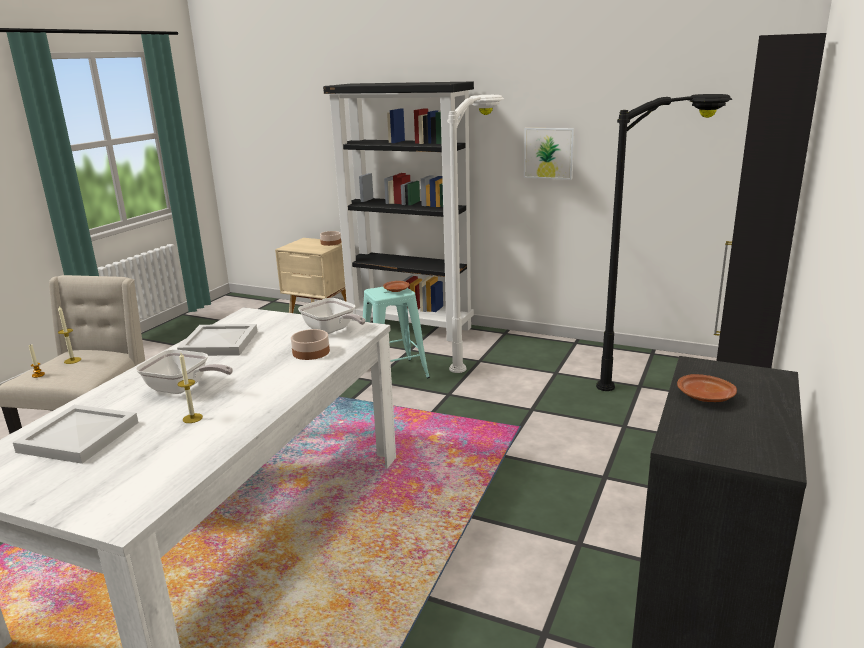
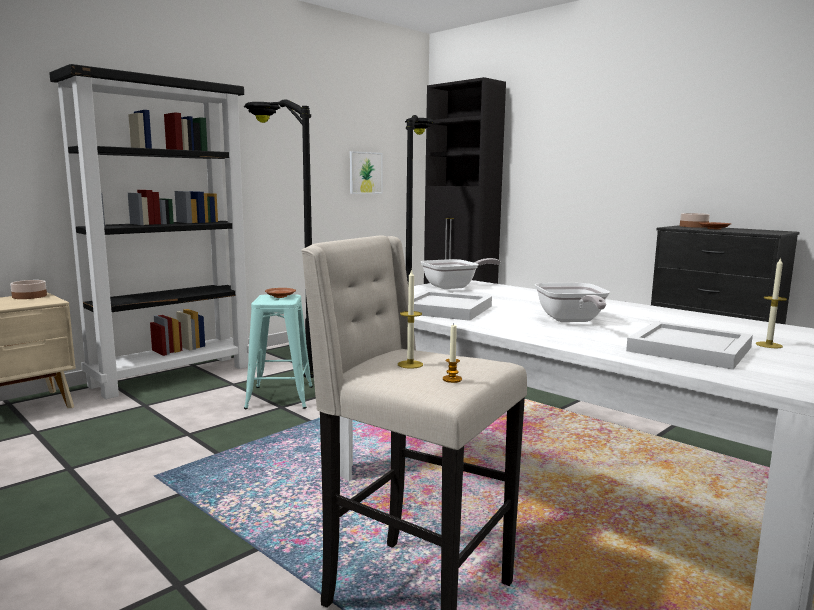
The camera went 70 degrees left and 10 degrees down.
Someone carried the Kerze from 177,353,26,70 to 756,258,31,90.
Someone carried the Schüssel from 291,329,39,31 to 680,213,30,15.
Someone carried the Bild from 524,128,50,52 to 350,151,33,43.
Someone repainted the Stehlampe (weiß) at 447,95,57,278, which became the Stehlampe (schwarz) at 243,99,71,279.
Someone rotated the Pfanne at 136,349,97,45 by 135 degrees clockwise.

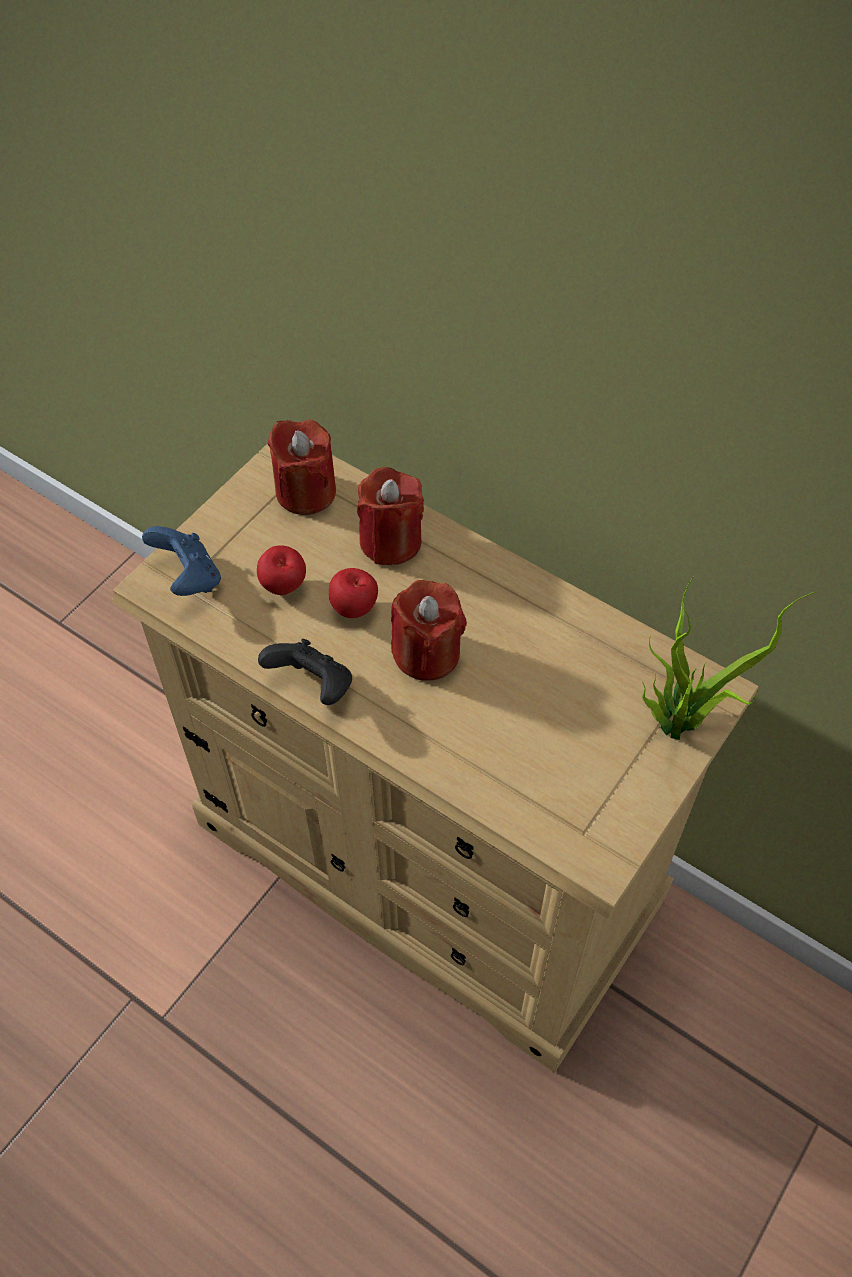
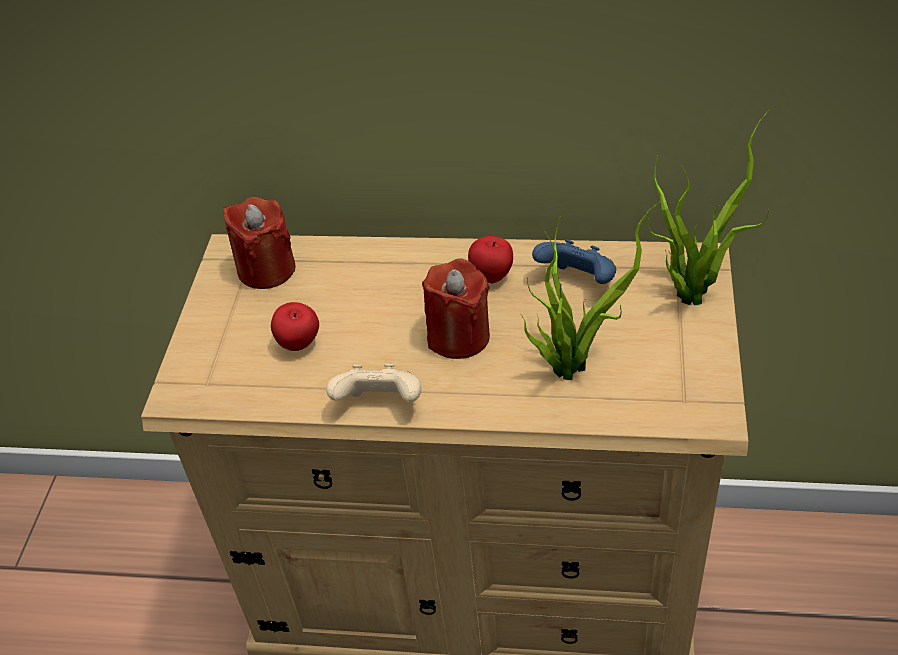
The camera went 25 degrees left and 10 degrees down.
Someone took away the Kerze (rot) at 357,467,67,98.
Someone put down the Topfpflanze at 521,201,140,179.
Someone carried the Gamepad (blau) from 142,526,79,70 to 532,239,84,45.
Someone carried the Apfel from 329,568,49,50 to 468,236,45,47.
Someone repainted the Gamepad (schwarz) at 258,639,94,66, which became the Gamepad (beige) at 326,364,95,38.

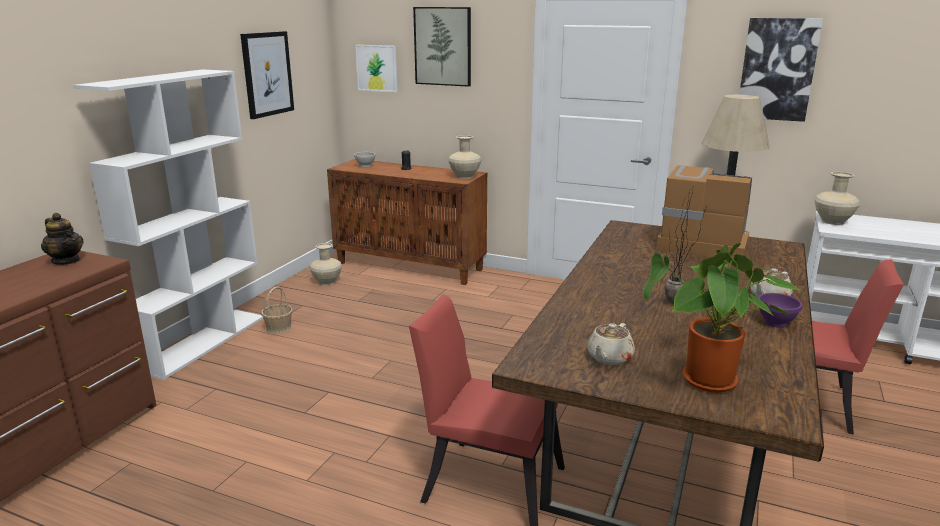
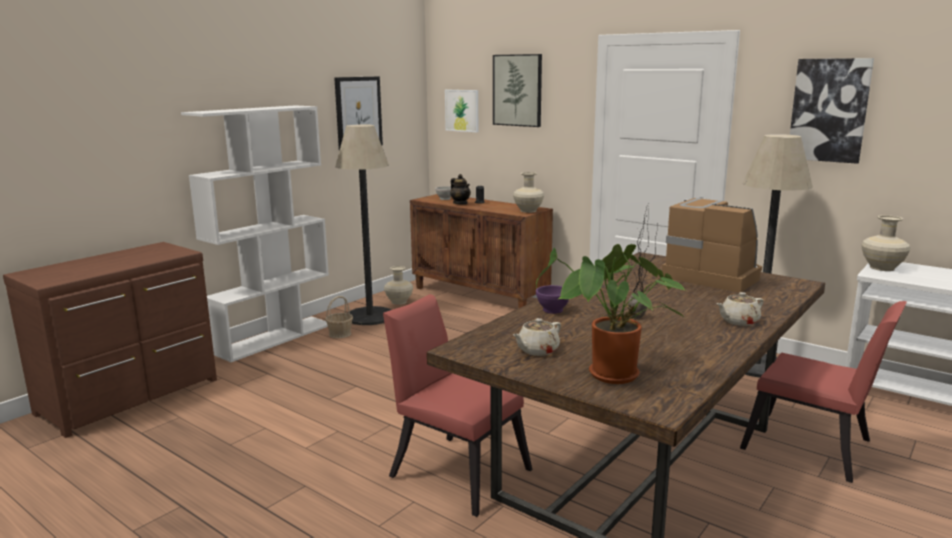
The camera went 15 degrees right and 5 degrees down.
Someone put down the Stehlampe at 335,124,56,201.
Someone carried the Teekanne from 41,213,43,52 to 450,174,21,31.
Someone carried the Schüssel (lila) from 758,293,44,35 to 536,285,33,29.

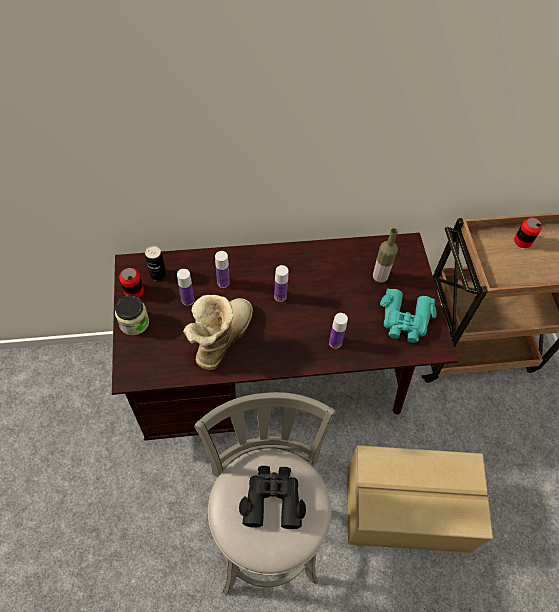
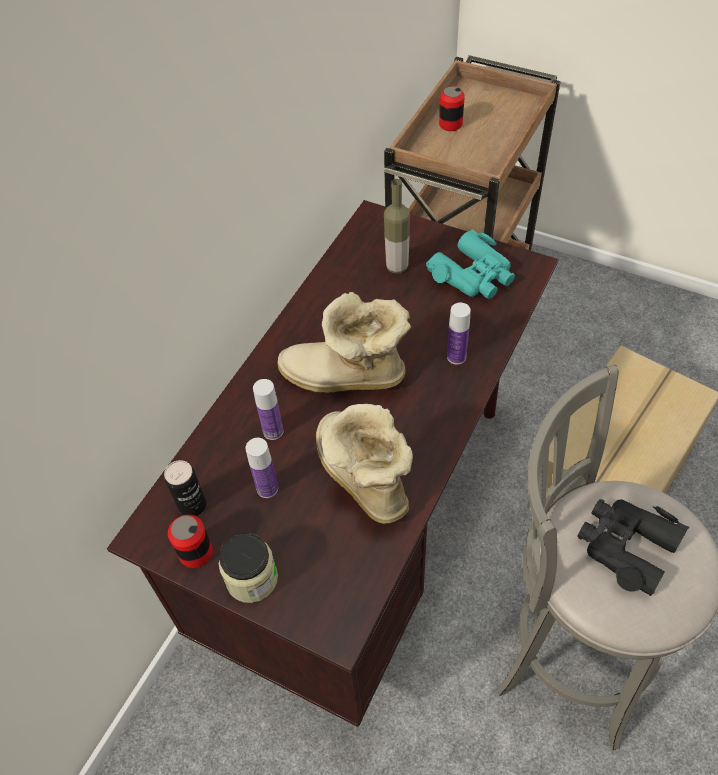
The camera went 50 degrees left and 5 degrees down.
Someone swapped the Flasche at 274,265,14,37 for the Stiefel at 278,292,133,101.

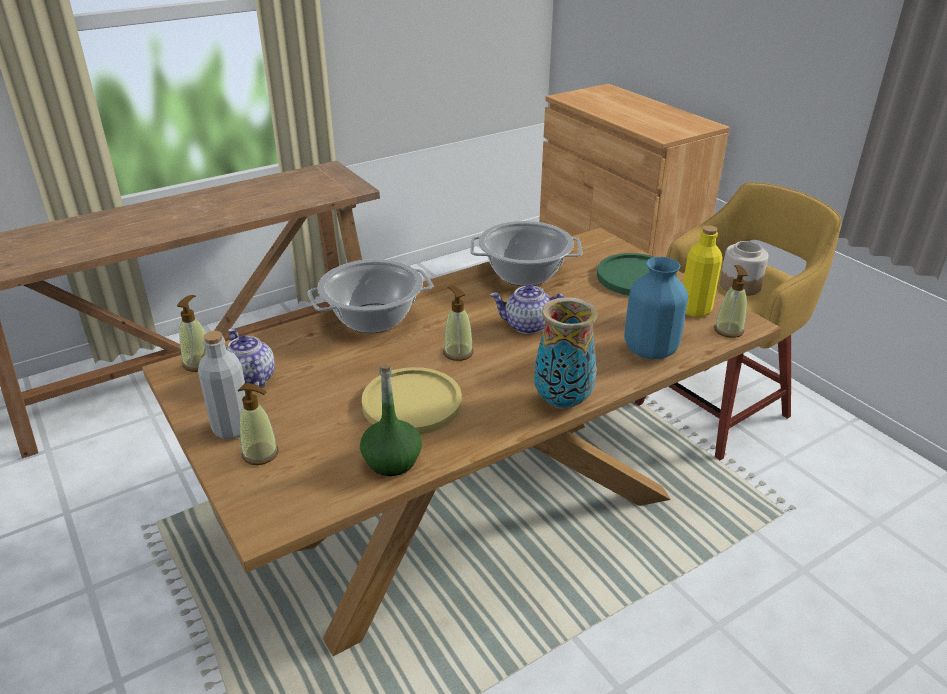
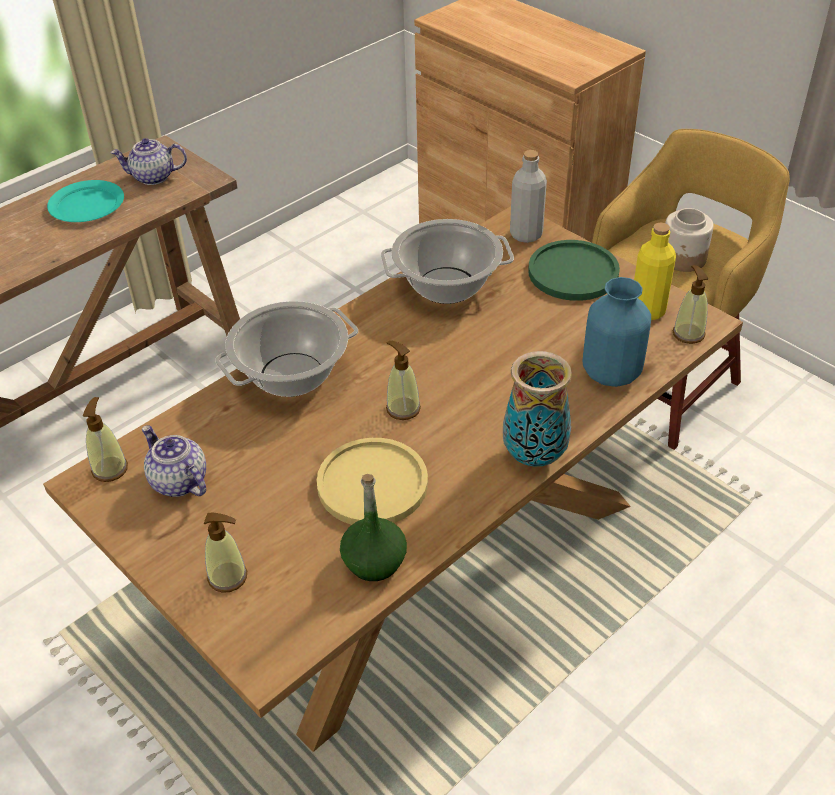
The camera went 10 degrees left and 10 degrees up.
Someone put down the Teller (türkis) at 47,180,77,42.
Someone carried the Flasche (grau) from 198,331,47,108 to 510,150,37,93.
Someone carried the Teekanne from 490,284,75,50 to 110,138,77,47.

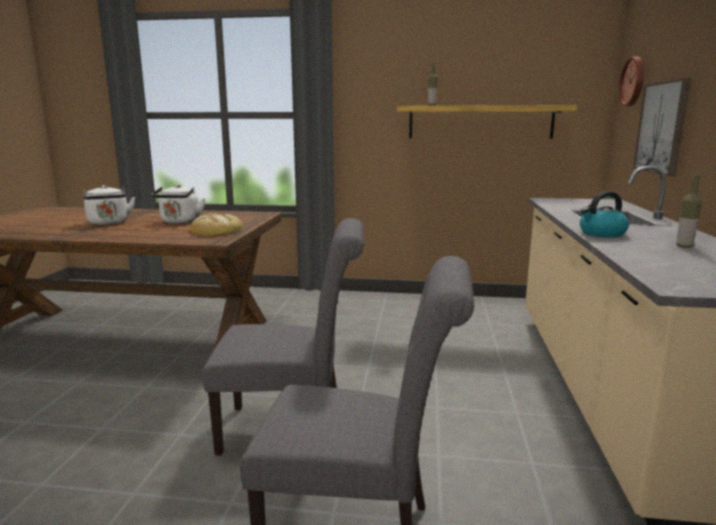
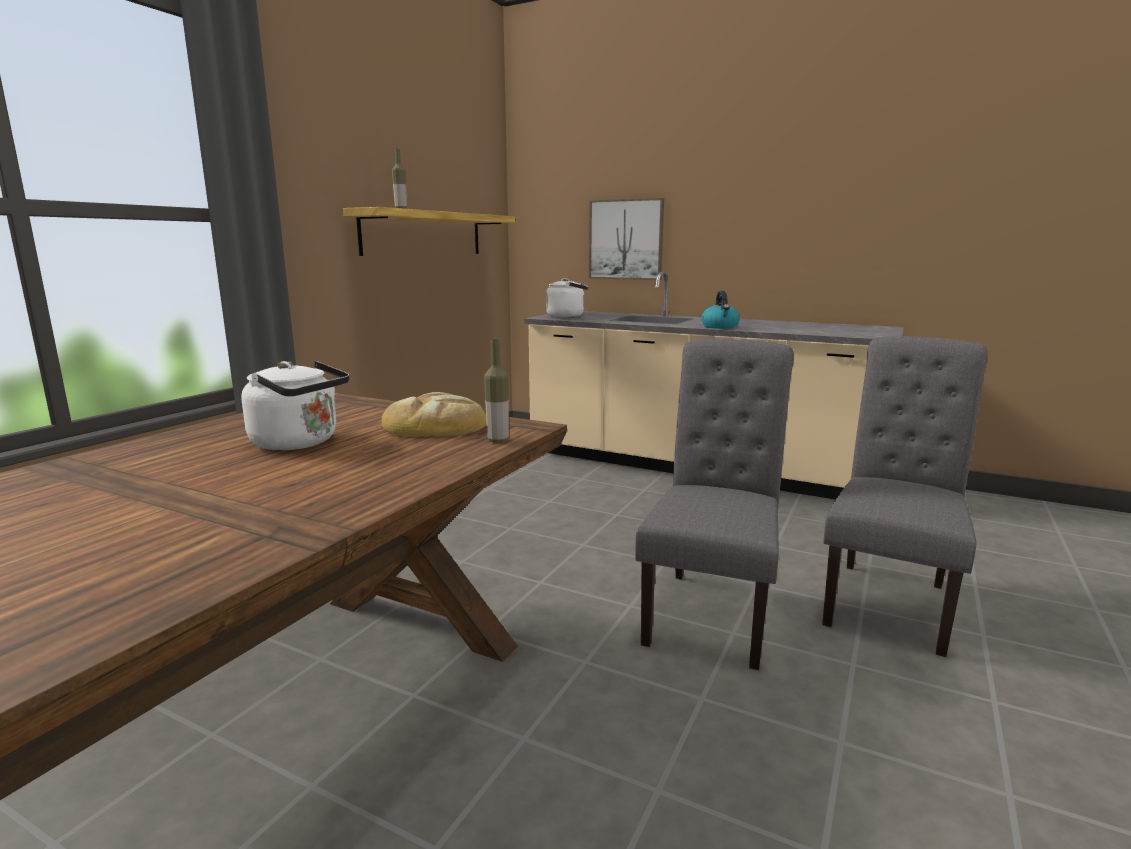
The camera went 70 degrees left and 0 degrees up.
Someone took away the Wanduhr at 619,57,25,49.
Someone carried the Wasserkessel (weiß) from 83,185,52,40 to 546,278,42,40.
Someone carried the Flasche from 676,175,26,73 to 484,339,25,104.

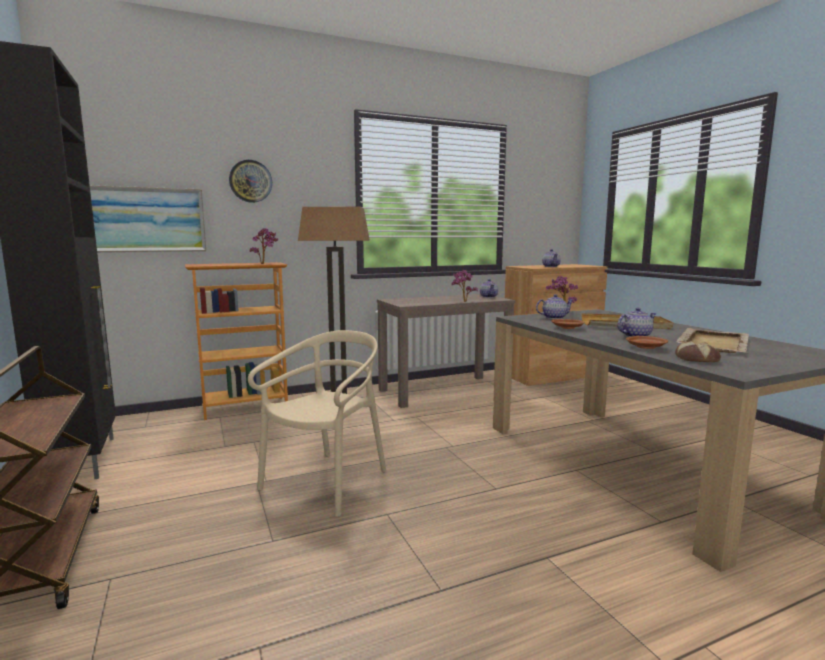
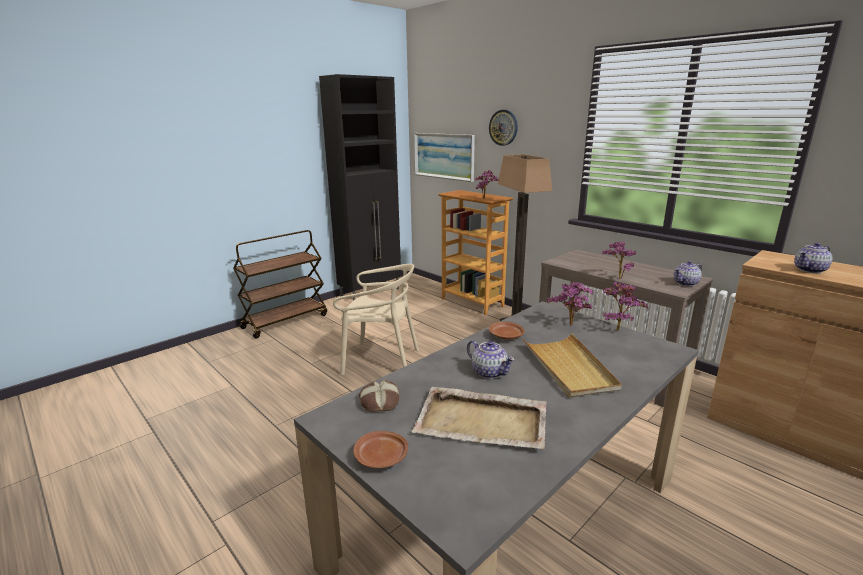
The camera went 70 degrees right and 10 degrees up.
Someone carried the Teller (braun) from 626,336,42,13 to 353,431,55,37.
Someone swapped the Teekanne at 536,294,37,25 for the Topfpflanze at 547,282,46,44.

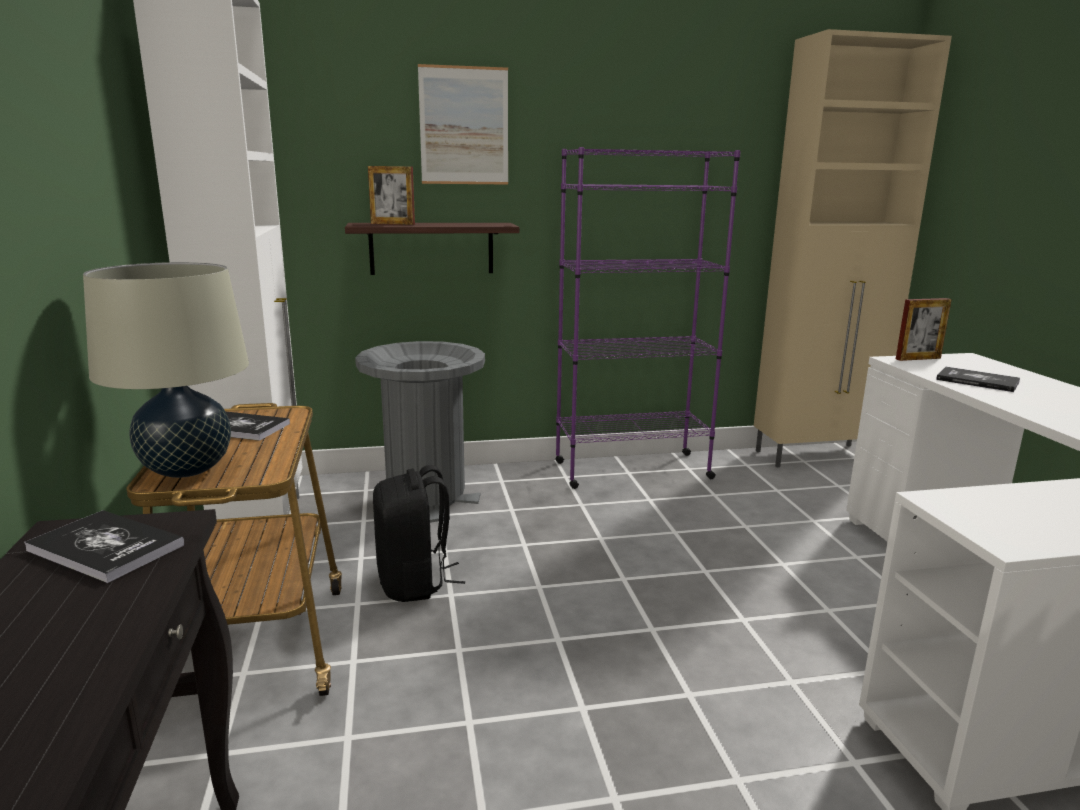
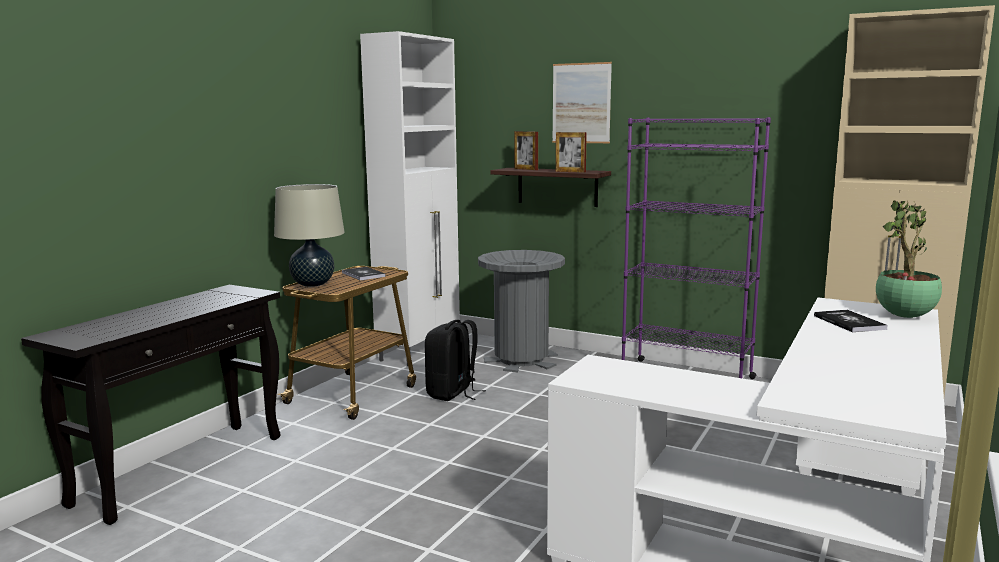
The camera went 40 degrees right and 5 degrees down.
Someone took away the Buch at 24,510,160,73.
Someone put down the Topfpflanze at 876,200,66,118.
Someone carried the Bilderrahmen from 896,298,56,63 to 556,132,31,41.

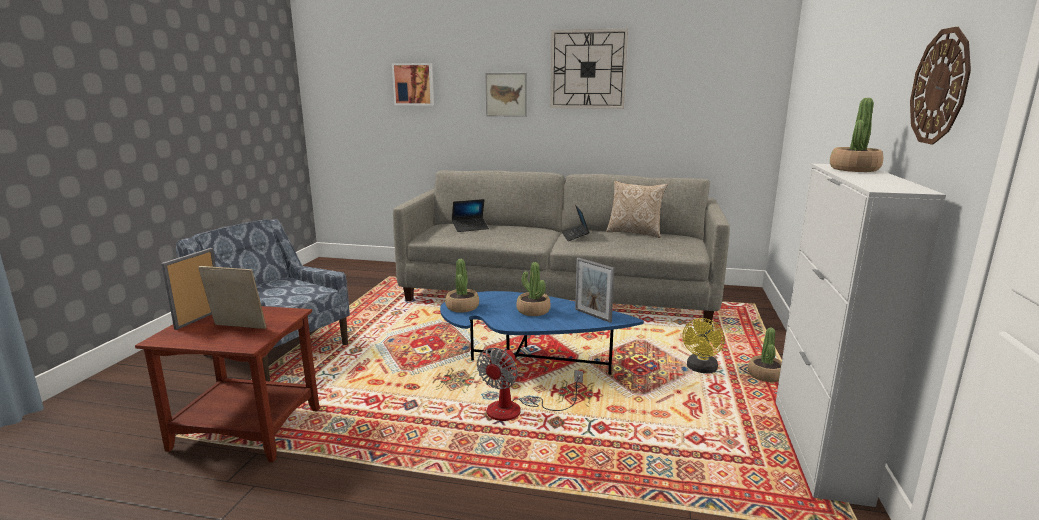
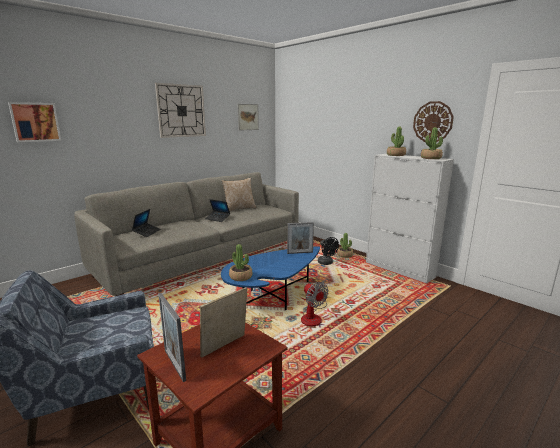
The camera went 55 degrees left and 0 degrees up.
Someone carried the Bild from 485,73,42,44 to 238,104,21,27.
Someone carried the Topfpflanze from 516,262,35,54 to 421,127,22,32.
Someone repainted the Ventilator (gelb) at 682,318,43,56, which became the Ventilator (schwarz) at 318,237,21,28.

